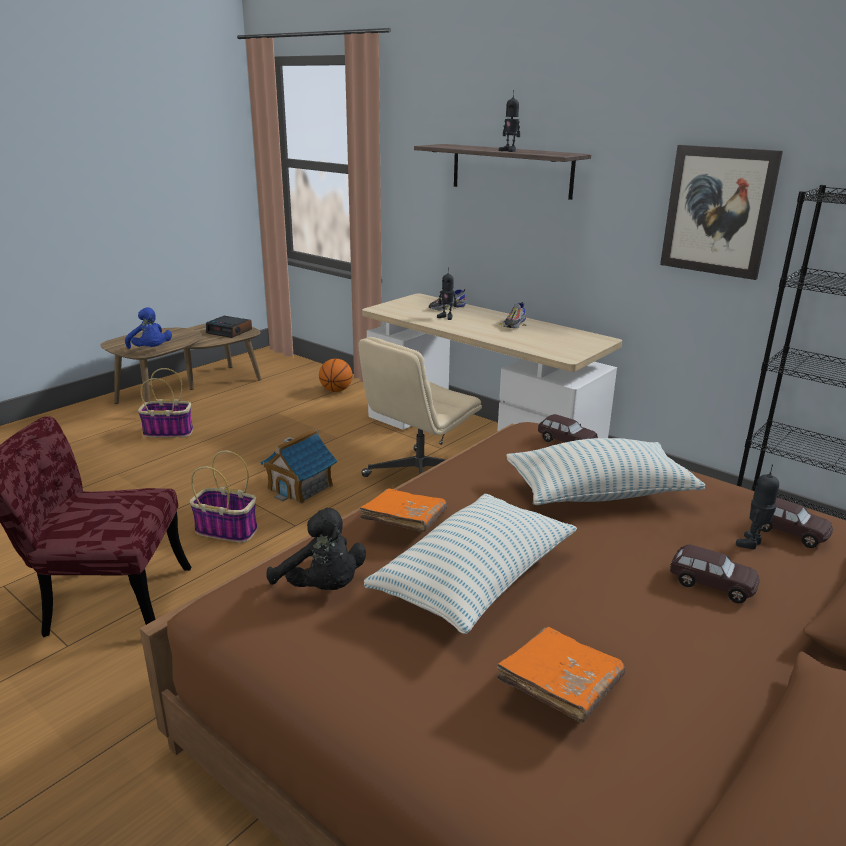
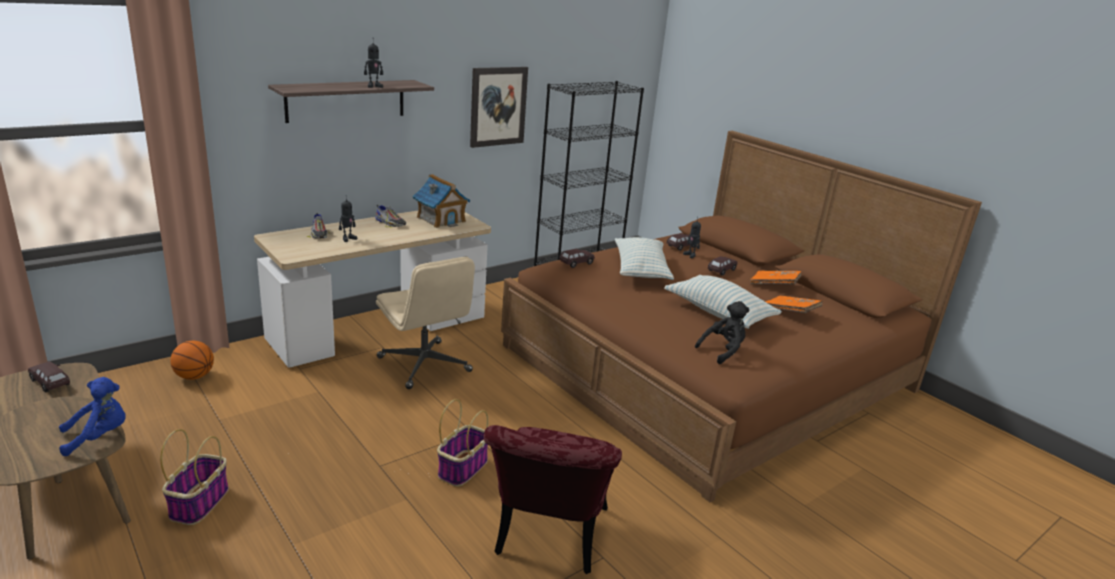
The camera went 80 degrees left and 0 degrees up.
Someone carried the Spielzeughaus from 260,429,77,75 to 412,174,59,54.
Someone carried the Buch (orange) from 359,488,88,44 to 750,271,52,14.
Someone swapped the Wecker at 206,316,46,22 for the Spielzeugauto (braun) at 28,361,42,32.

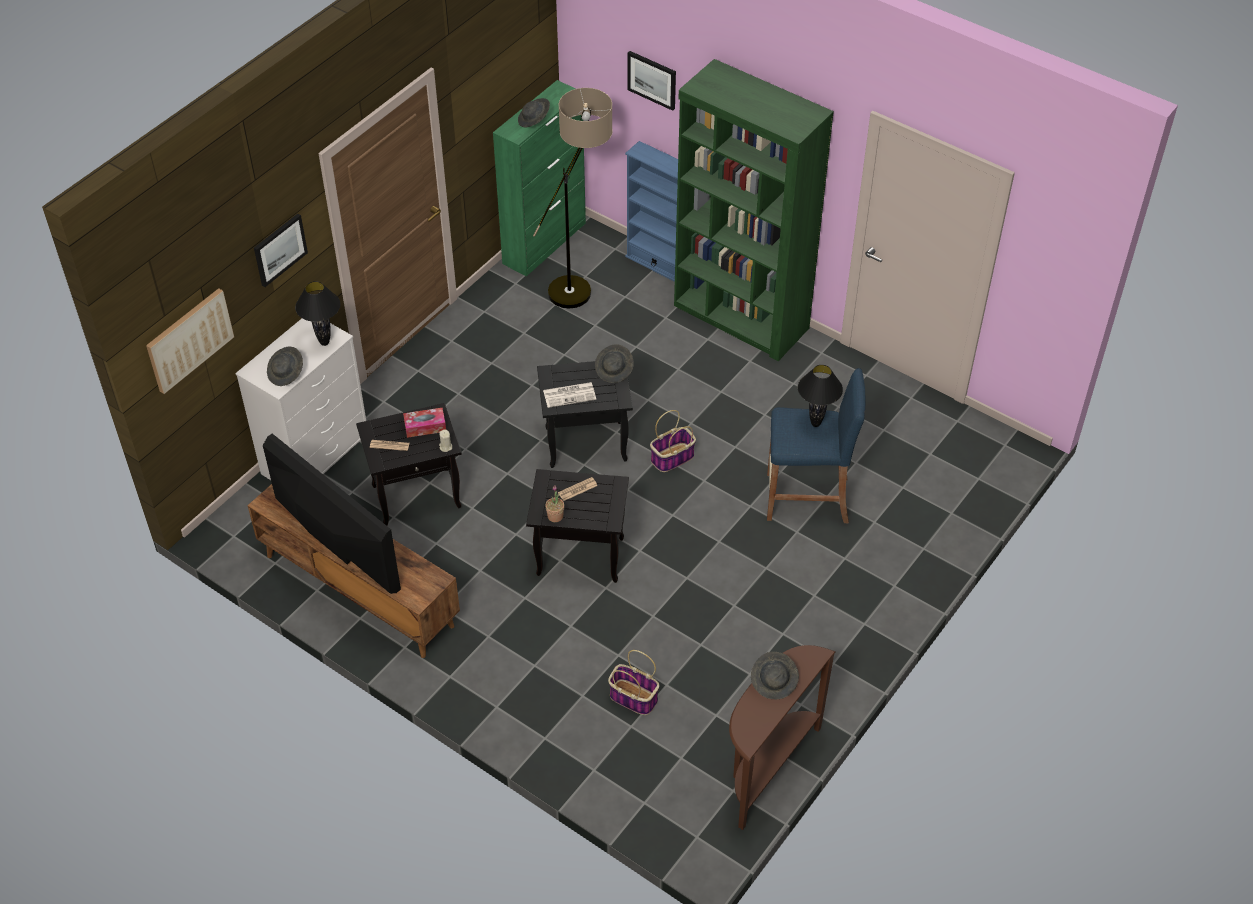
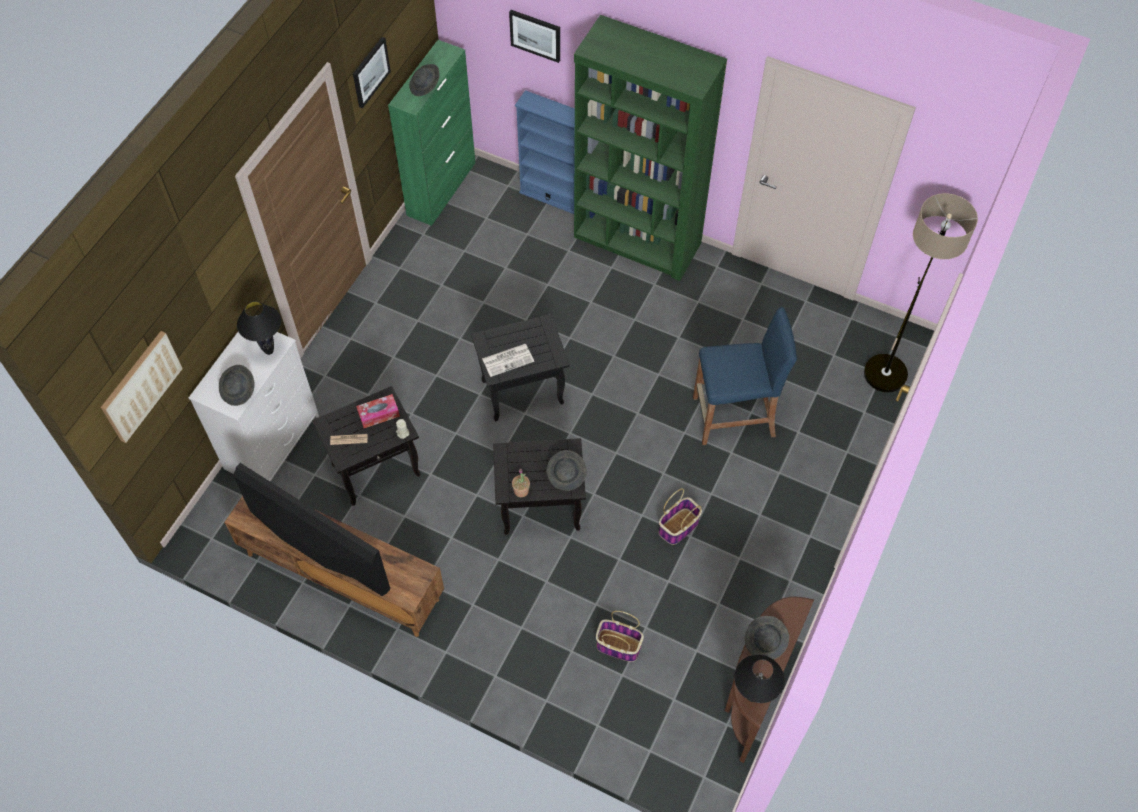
The camera went 10 degrees left and 10 degrees up.
Someone took away the Zeitung at 558,477,40,24.
Someone carried the Bild from 254,214,54,73 to 353,37,38,71.
Someone carried the Stehlampe from 533,88,80,221 to 864,193,114,199.
Someone carried the Hut (grau) from 595,344,39,39 to 547,450,40,41.
Someone carried the Korb from 650,410,46,62 to 658,488,44,57.
Someone carried the Tischlampe (schwarz) from 798,365,45,62 to 734,655,51,48.

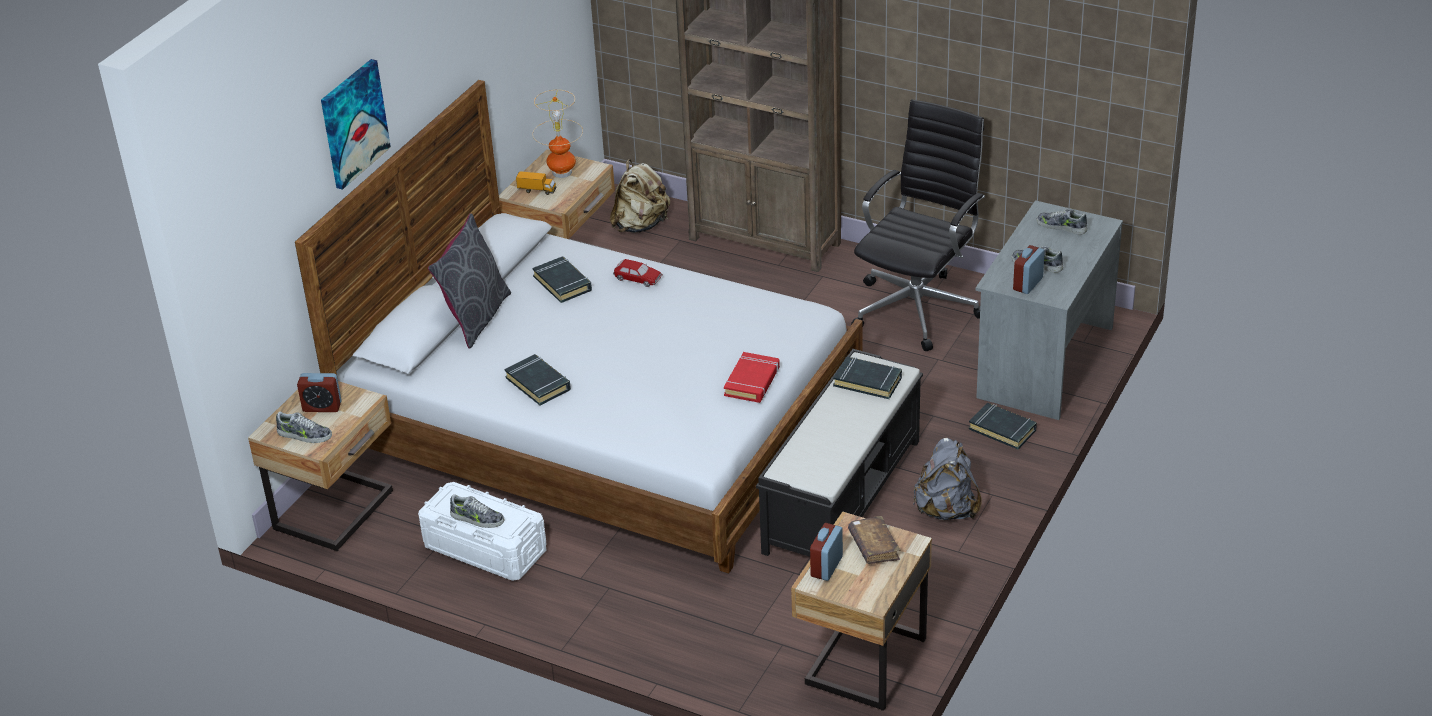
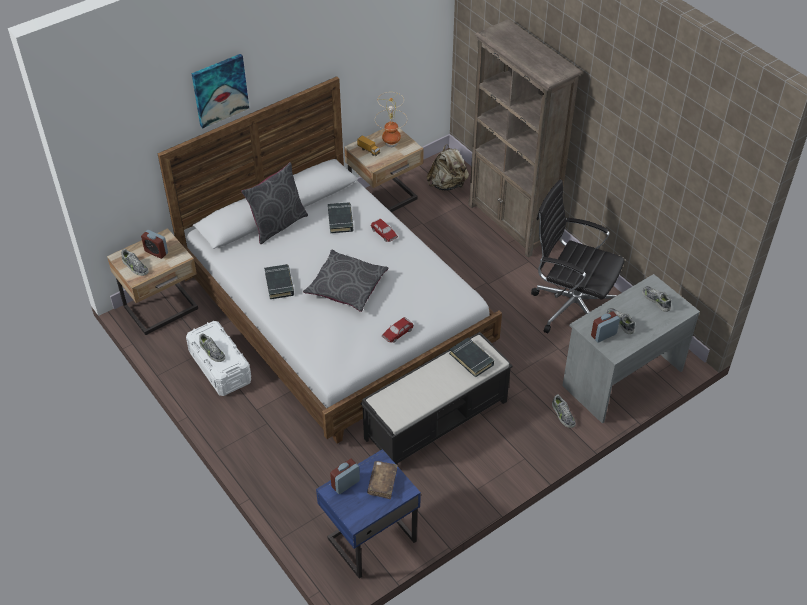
The camera went 25 degrees right and 10 degrees up.
Someone took away the Rucksack (grau) at 913,438,69,82.
Someone put down the Kissen (grau) at 303,250,86,62.
Someone swapped the Buch (rot) at 724,352,56,51 for the Spielzeugauto at 382,317,32,26.
Someone swapped the Buch (schwarz) at 969,403,68,46 for the Schuh at 552,395,24,33.
Someone repainted the Nachttisch (beige) at 791,512,141,199, which became the Nachttisch (blau) at 316,449,105,130.
Someone rotated the Bürostuhl (schwarz) at 851,99,134,252 by 120 degrees counterclockwise.

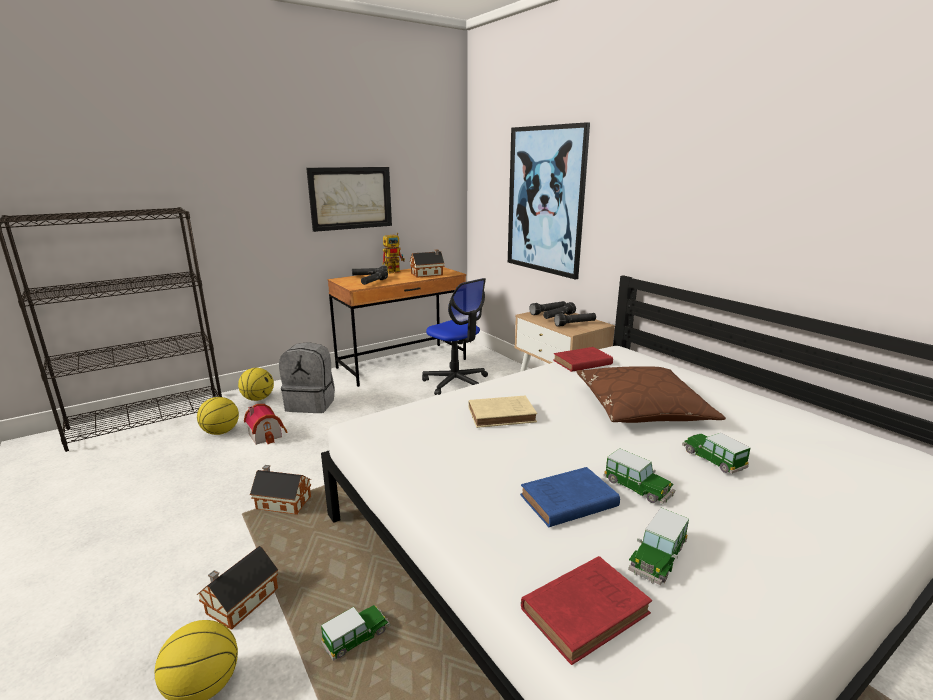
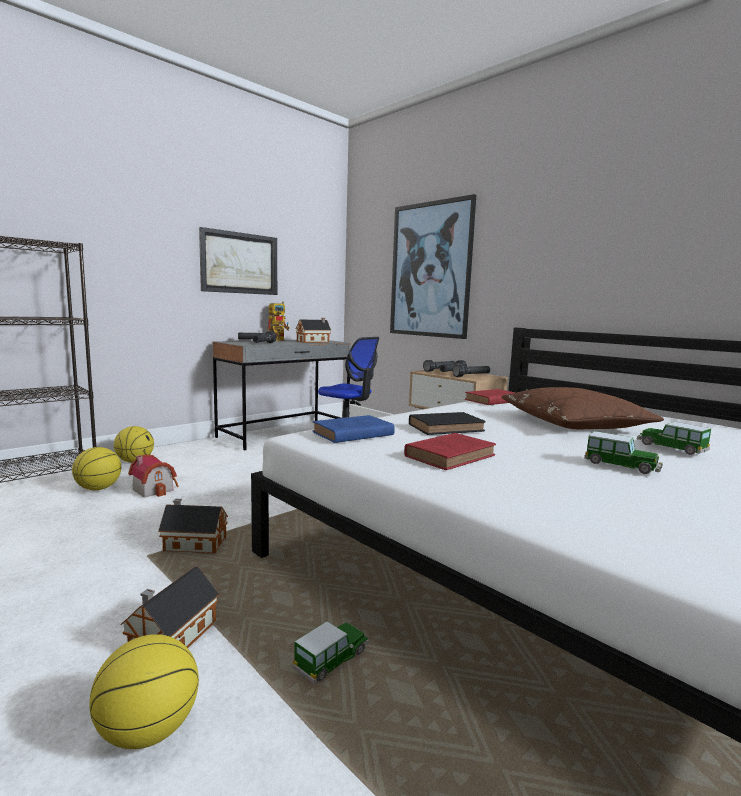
The camera went 10 degrees left and 10 degrees down.
Someone took away the Rucksack (grau) at 279,342,56,71.
Someone took away the Spielzeugauto at 628,508,61,77.
Someone carried the Buch (blau) from 520,467,100,60 to 313,415,82,28.
Someone carried the Buch (rot) from 521,556,131,109 to 404,433,92,37.
Someone repainted the Schreibtisch (braun) at 328,267,138,120, which became the Schreibtisch (grau) at 213,340,138,111.
Someone repainted the Buch (beige) at 469,395,68,33, which became the Buch (schwarz) at 409,412,77,23.

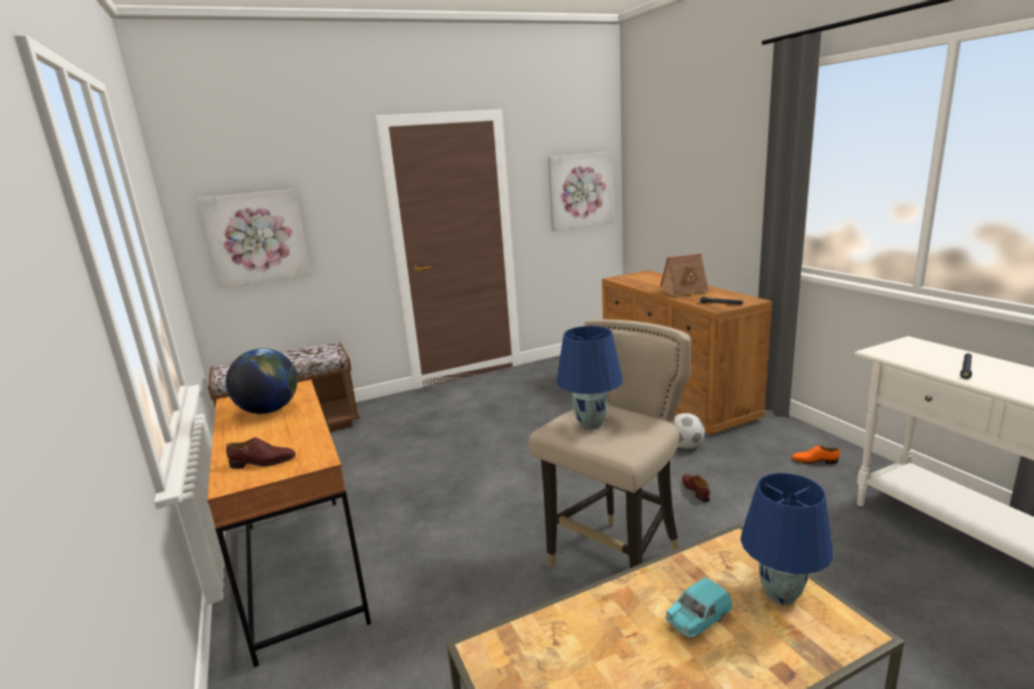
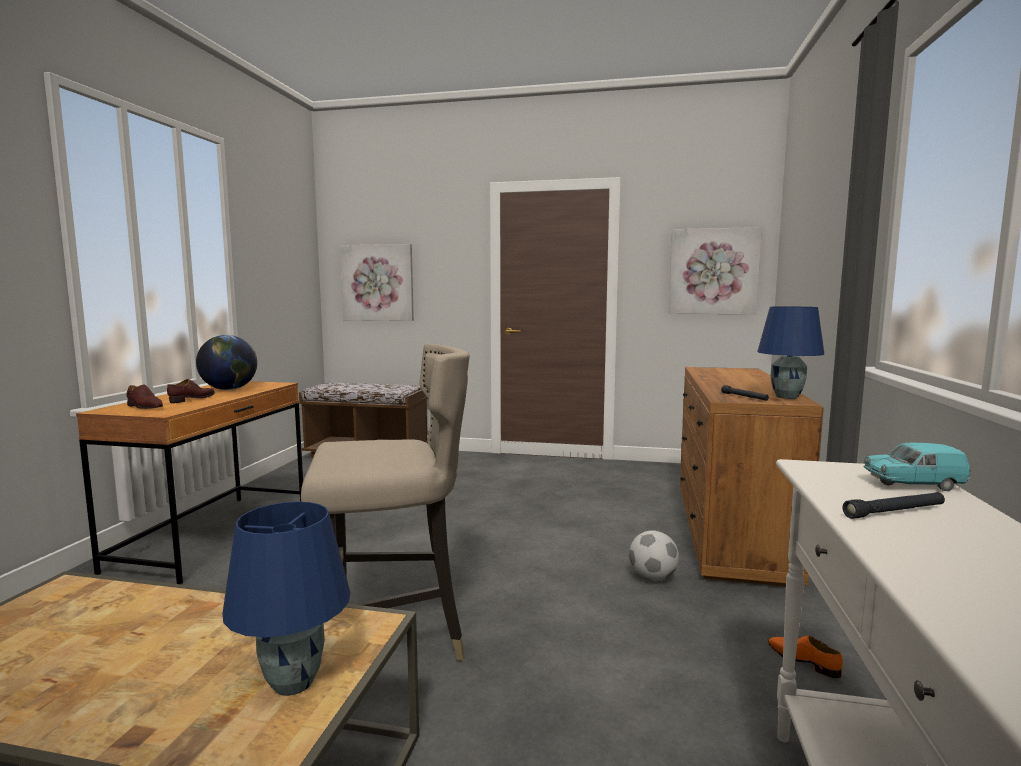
The camera went 35 degrees right and 10 degrees down.
Someone took away the Spielzeughaus at 660,254,53,43.
Someone carried the Tischlampe (blau) from 556,326,67,104 to 757,307,67,92.
Someone carried the Spielzeugauto (türkis) from 665,578,67,60 to 864,443,106,48.
Someone carried the Schuh (braun) from 682,474,28,28 to 167,379,48,24.

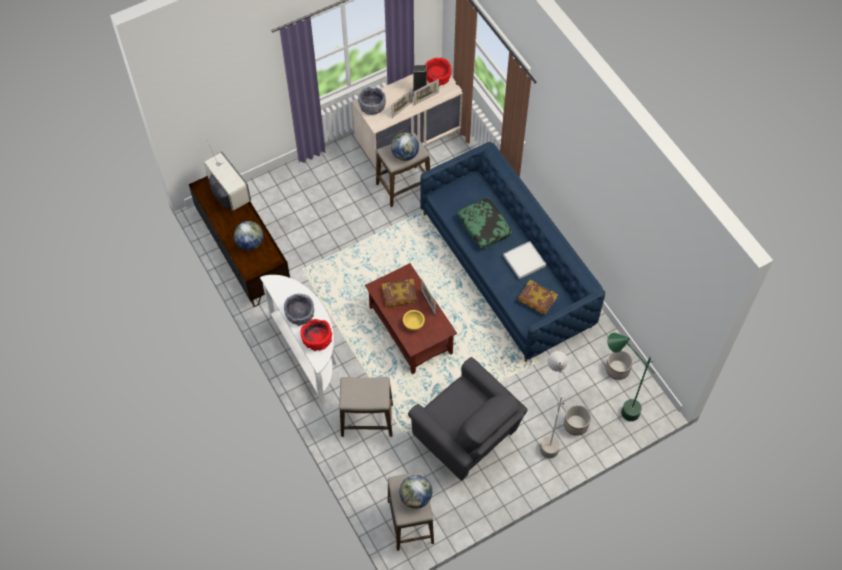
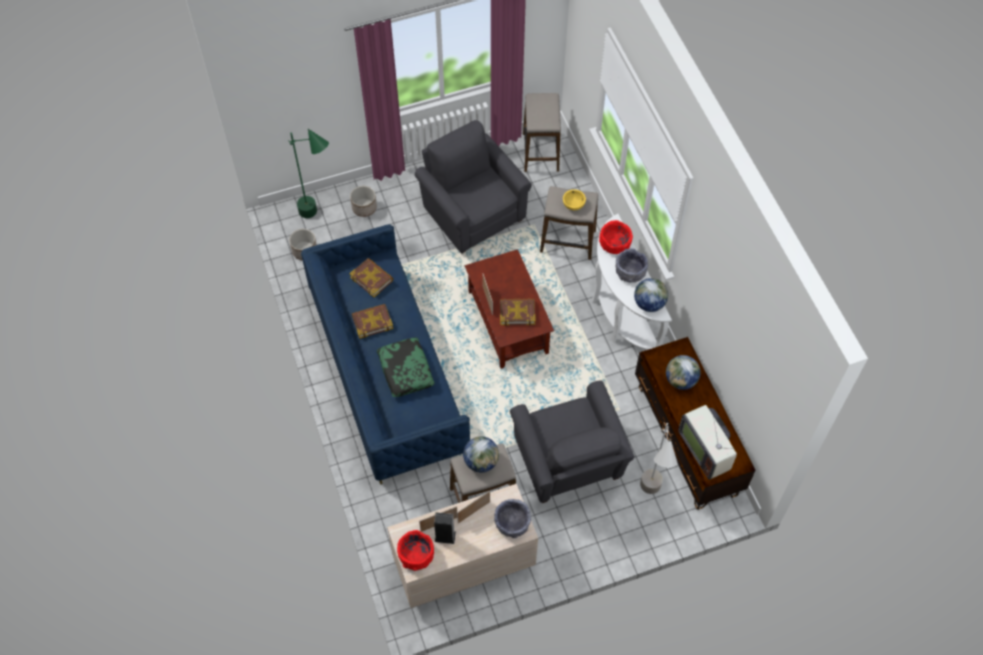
The camera went 170 degrees left and 0 degrees up.
Someone put down the Sessel (grau) at 510,380,125,123.
Someone carried the Globus from 399,475,33,34 to 634,278,34,34.
Someone carried the Schüssel (gelb) from 403,310,22,21 to 563,189,23,21.
Someone carried the Stehlampe (grau) from 540,351,28,107 to 640,423,37,71.
Someone swapped the Tablett (weiß) at 503,241,43,38 for the Buch at 352,304,41,35.

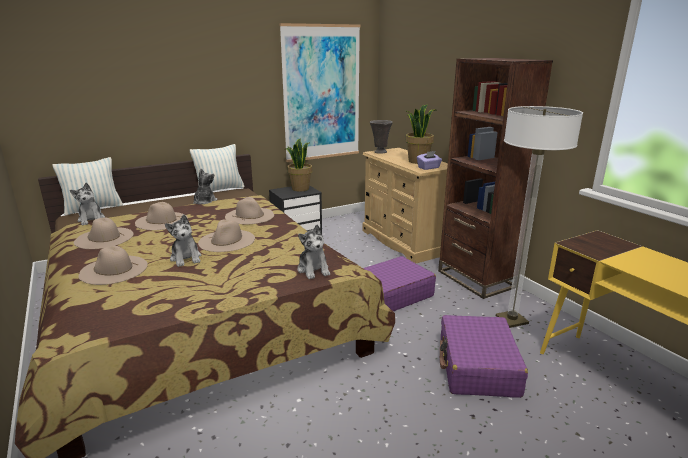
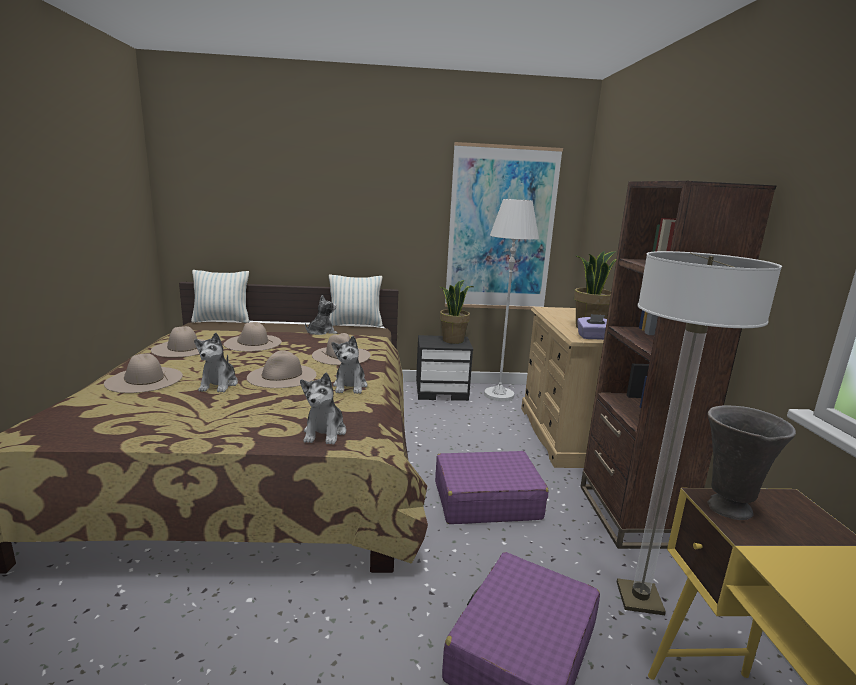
The camera went 25 degrees right and 5 degrees down.
Someone put down the Stehlampe (weiß) at 484,199,55,202.
Someone carried the Plüschtier from 70,183,35,42 to 332,336,36,58.
Someone carried the Vase (grau) from 370,120,23,34 to 708,405,88,115.

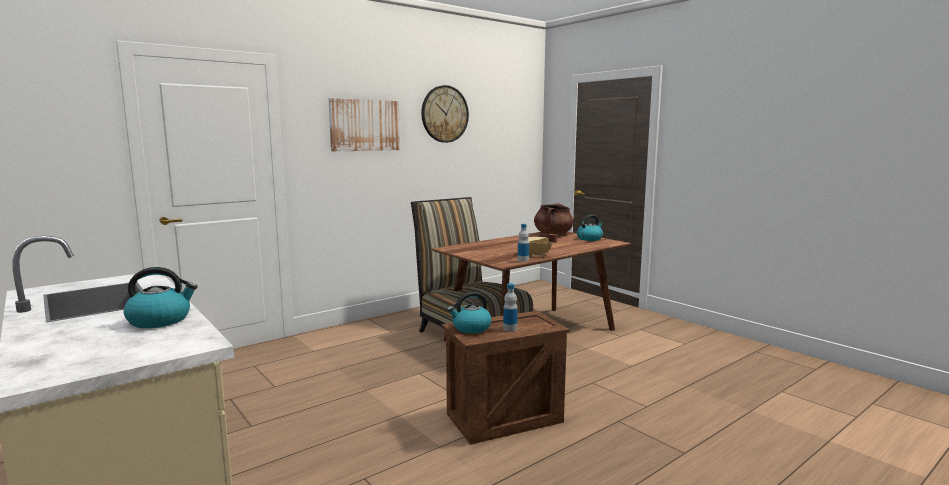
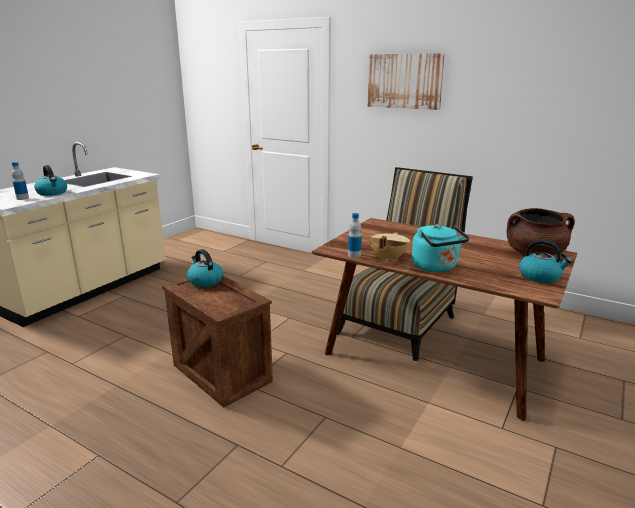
The camera went 70 degrees right and 10 degrees up.
Someone took away the Wanduhr at 421,85,48,58.
Someone put down the Wasserkessel (türkis) at 412,224,58,48.
Someone carried the Flasche from 503,283,15,49 to 12,162,17,38.

